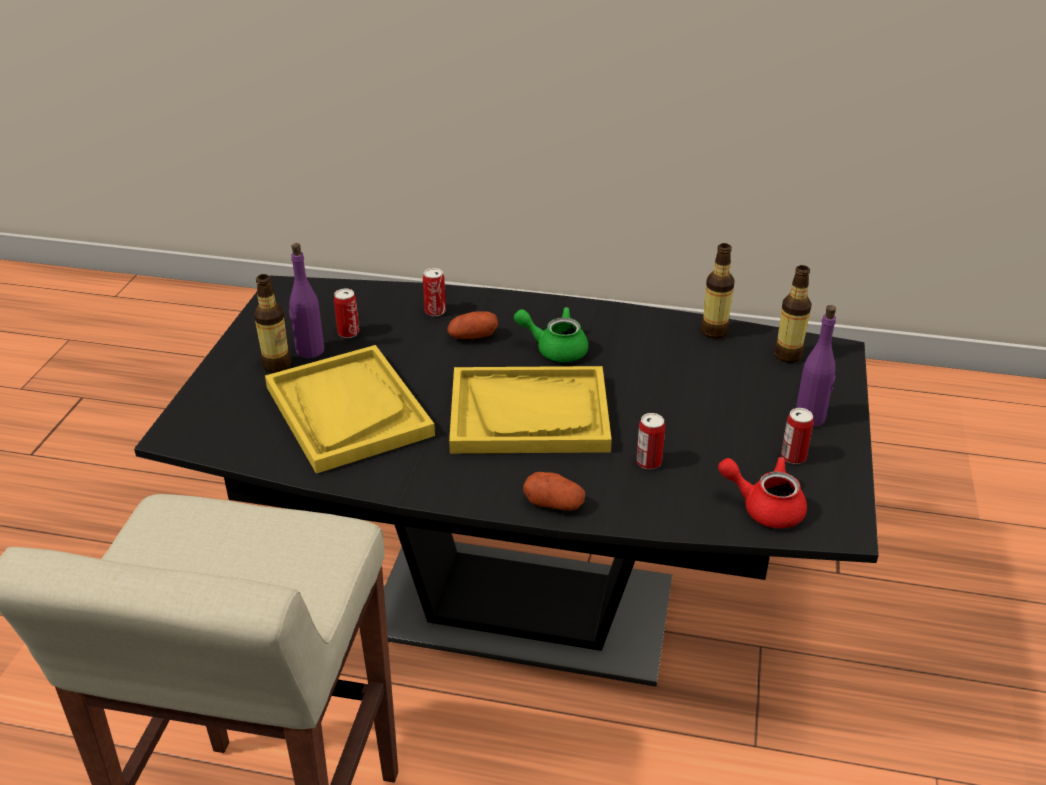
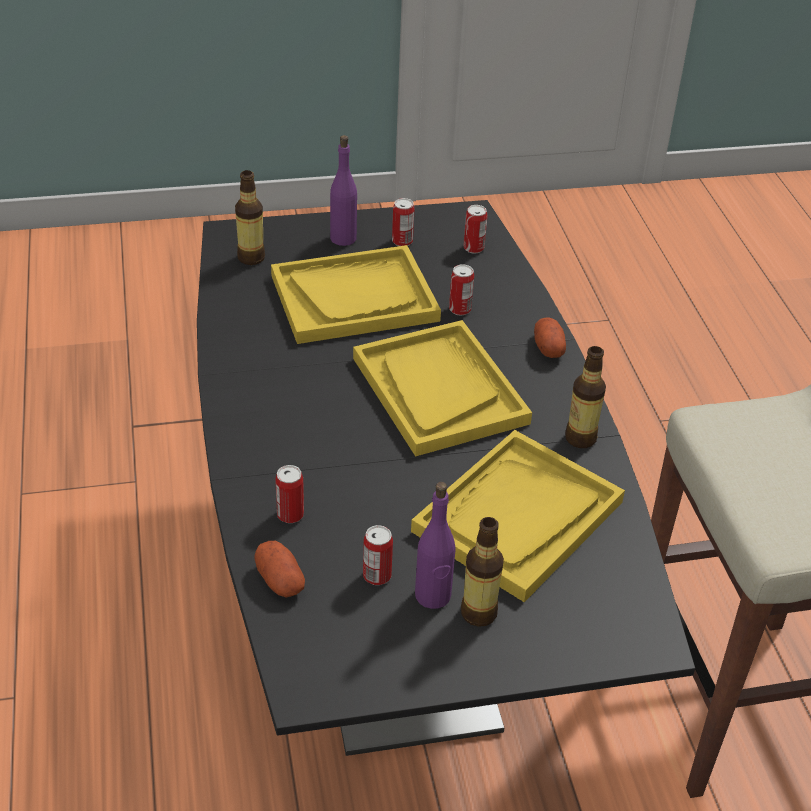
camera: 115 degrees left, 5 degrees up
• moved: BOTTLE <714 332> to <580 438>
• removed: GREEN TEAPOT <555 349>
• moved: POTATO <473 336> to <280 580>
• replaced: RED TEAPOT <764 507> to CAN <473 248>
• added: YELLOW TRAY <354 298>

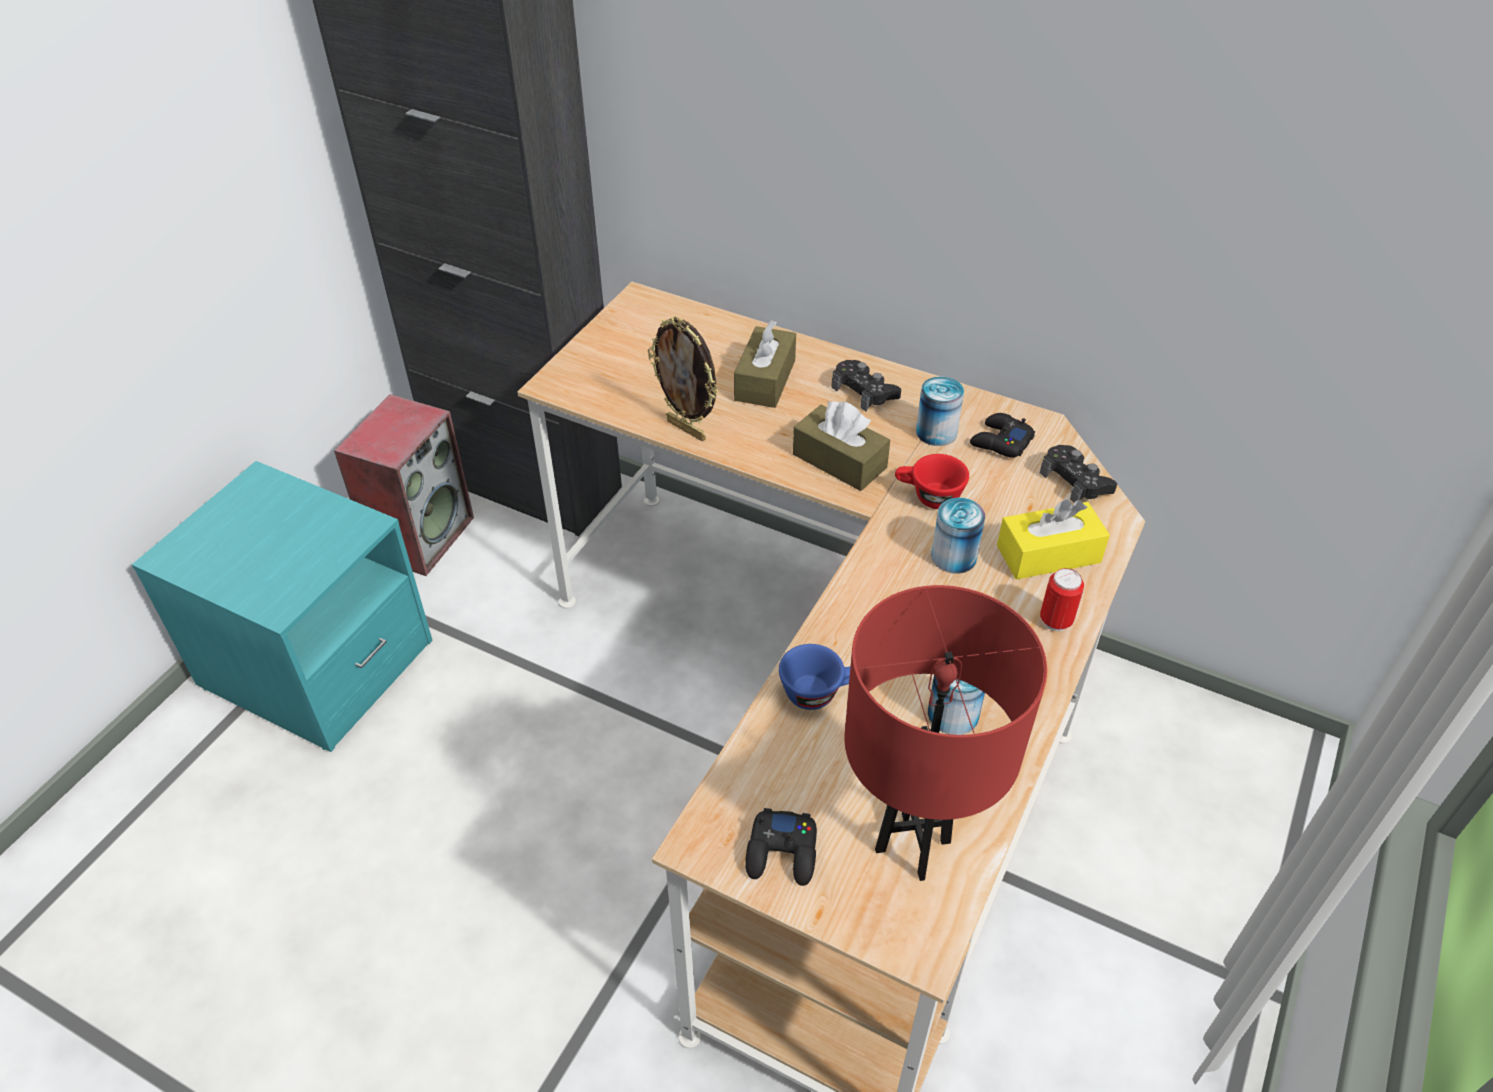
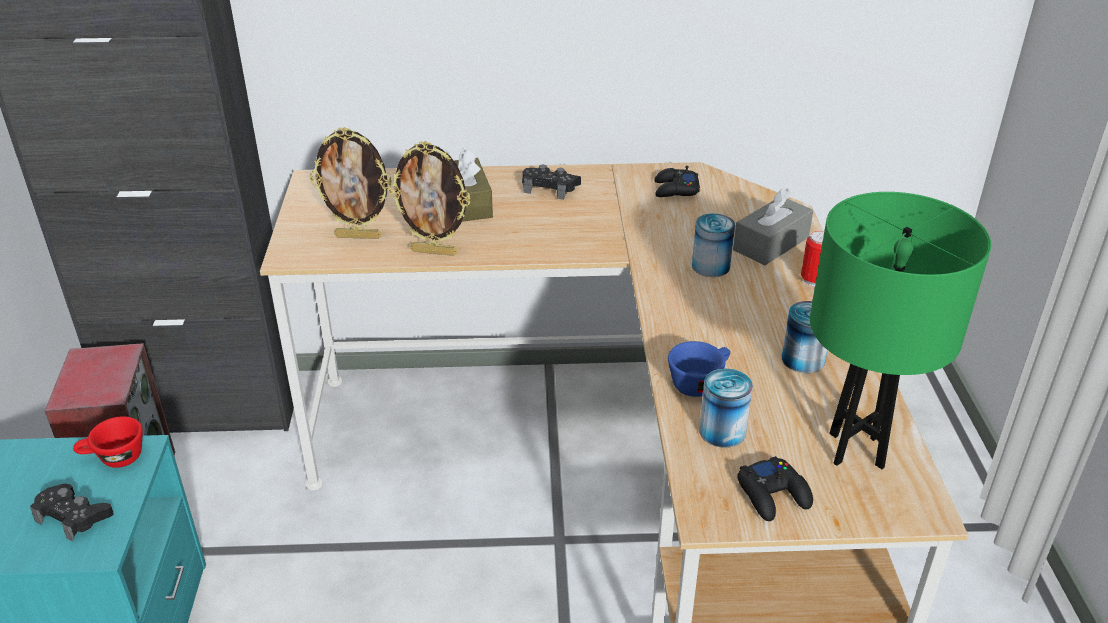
camera: 30 degrees left, 10 degrees down
• moved: CAN <936 432> to <722 431>
• removed: BROWN TISSUE BOX <839 461>
• moved: BLACK GAME CONTROLLER <1075 481> to <73 516>
• moved: RED CUP <928 497> to <114 459>
• recoloured: YELLOW TISSUE BOX <1048 554> to GREY TISSUE BOX <771 244>
• recoloured: RED TABLE LAMP <913 845> to GREEN TABLE LAMP <856 449>
• added: PICTURE FRAME <359 236>

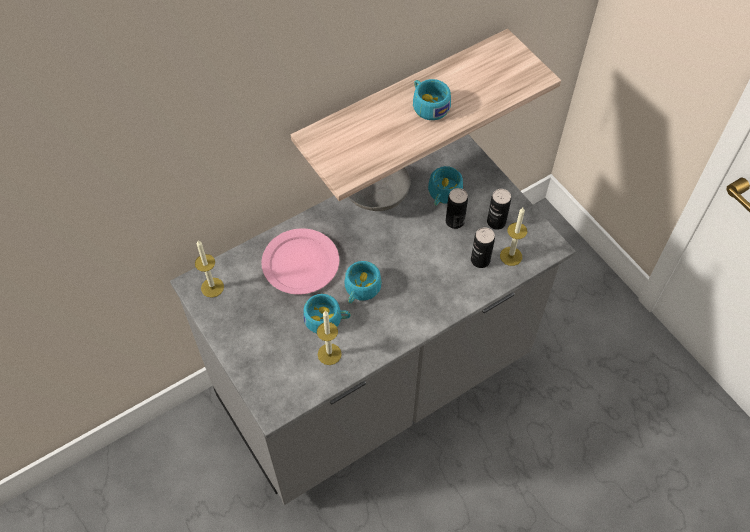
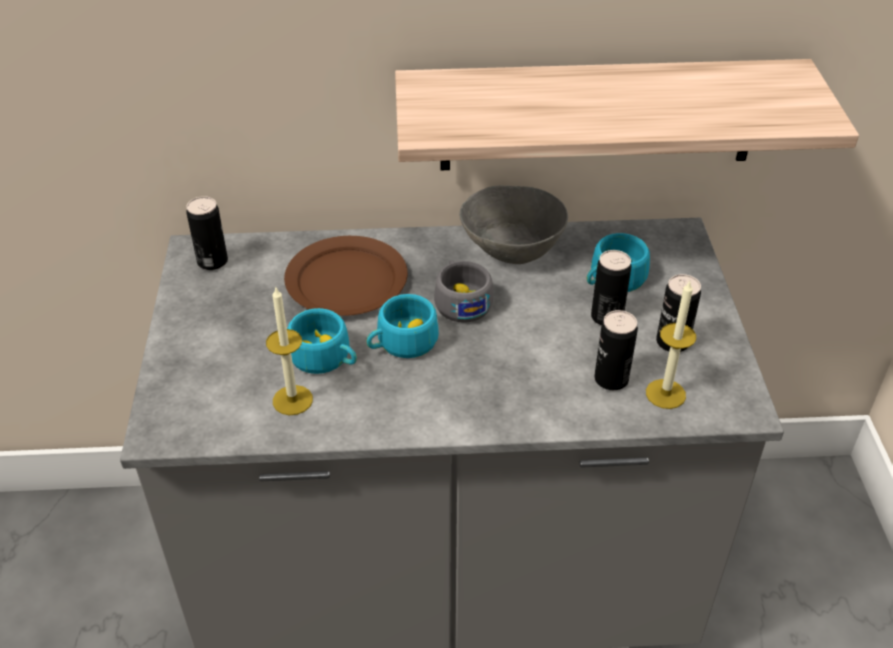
camera: 30 degrees right, 15 degrees down
• removed: TURQUOISE CUP <428 105>
• recoloured: PINK PLATE <301 263> to BROWN PLATE <347 280>
• replaced: CANDLE <212 287> to CAN <212 261>
• added: GREY CUP <461 301>

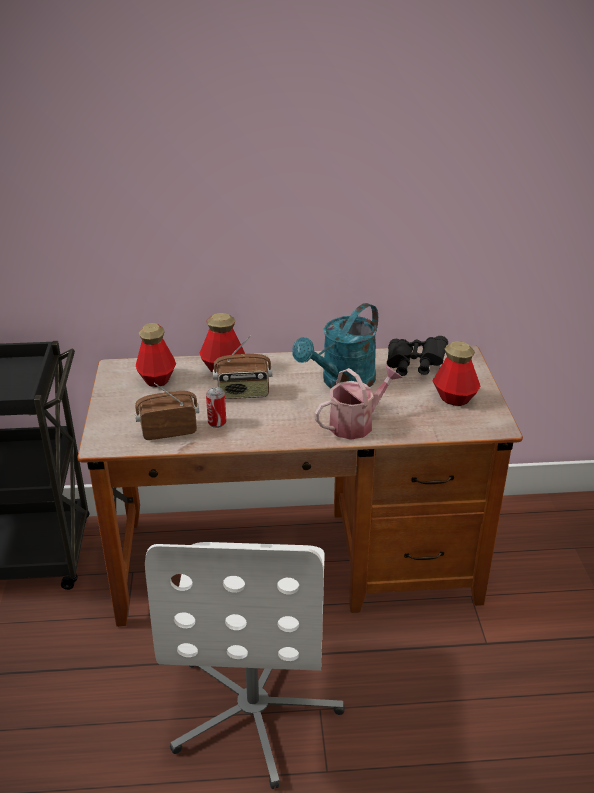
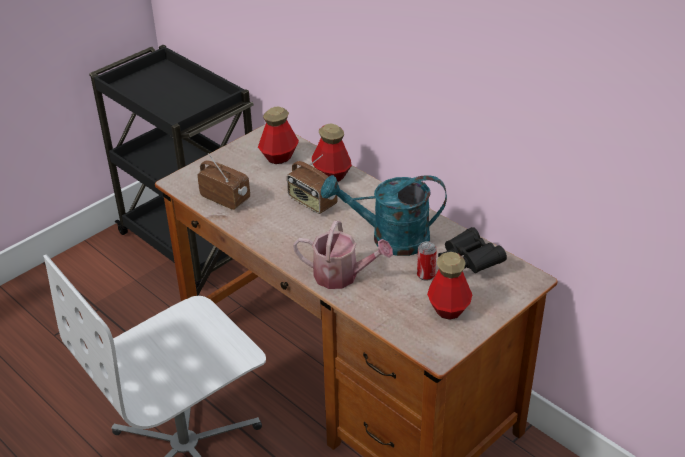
camera: 50 degrees right, 5 degrees up
• moved: CAN <217 423> to <425 275>

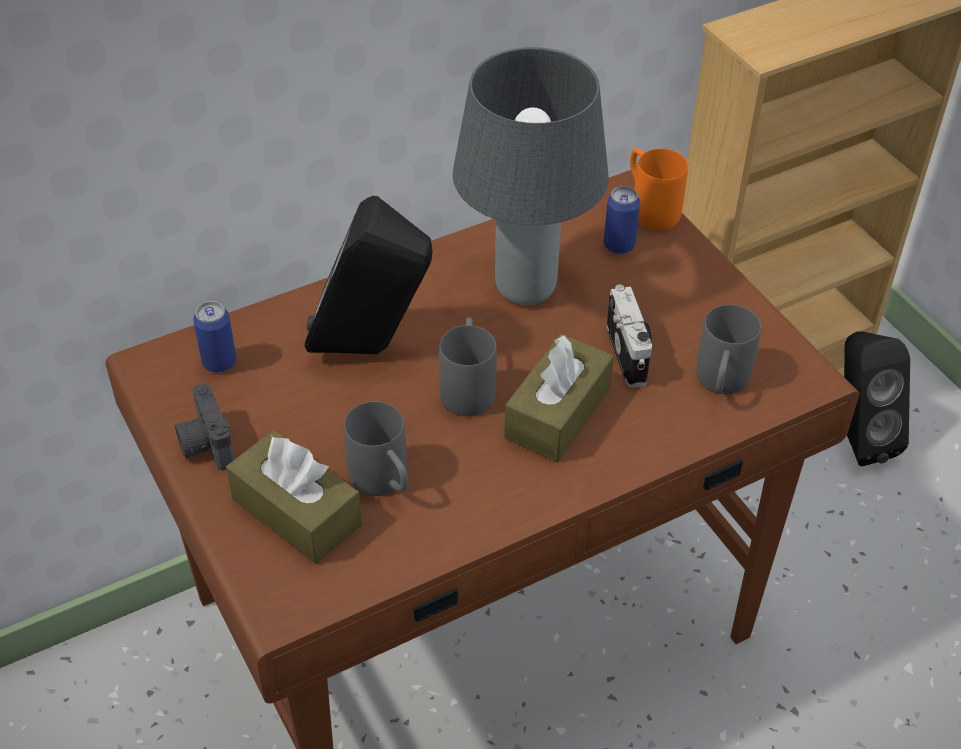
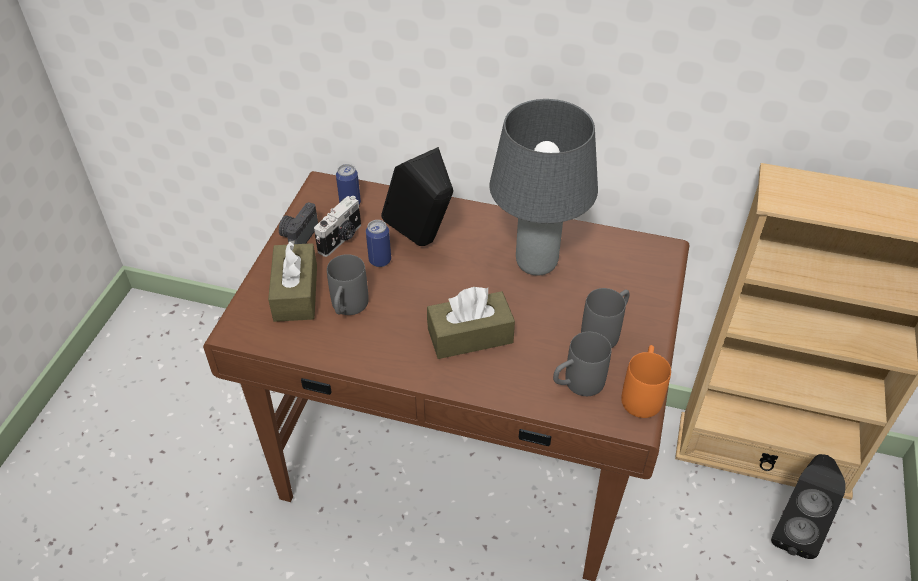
camera: 45 degrees right, 0 degrees up
• moved: ORANGE MUG <649 208> to <642 393>
• moved: CAN <619 245> to <380 260>
• moved: PHOTO CAMERA <629 353> to <341 239>
• moved: GREY MUG <468 386> to <605 331>

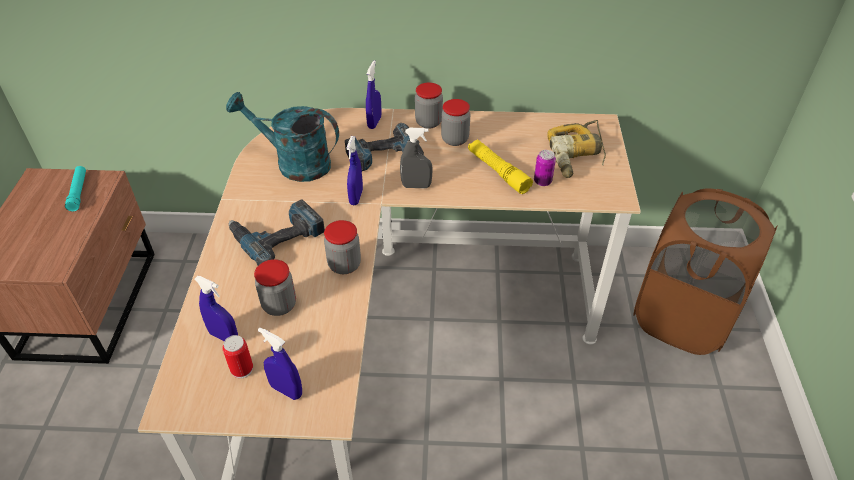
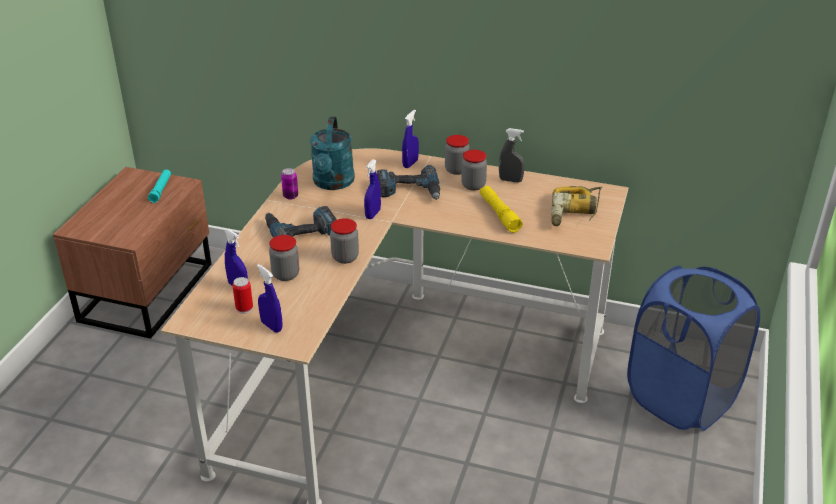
camera: 15 degrees right, 10 degrees down
• turned: TURQUOISE WATERING CAN <294 163> = <332 183> 120 degrees counterclockwise
• moved: GREY SPRAY BOTTLE <416 186> to <510 180>
• moved: CAN <542 181> to <290 196>
• recoloured: BROWN LAUNDRY BASKET <682 318> to BLUE LAUNDRY BASKET <681 398>

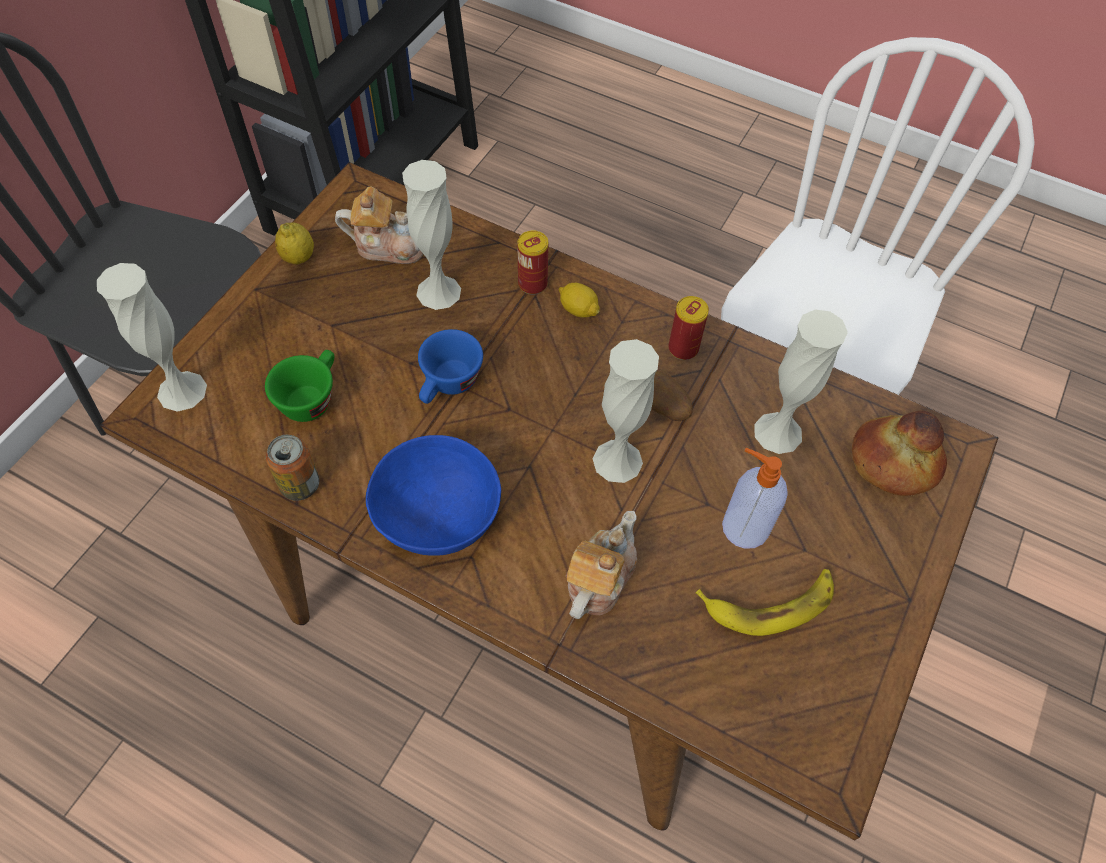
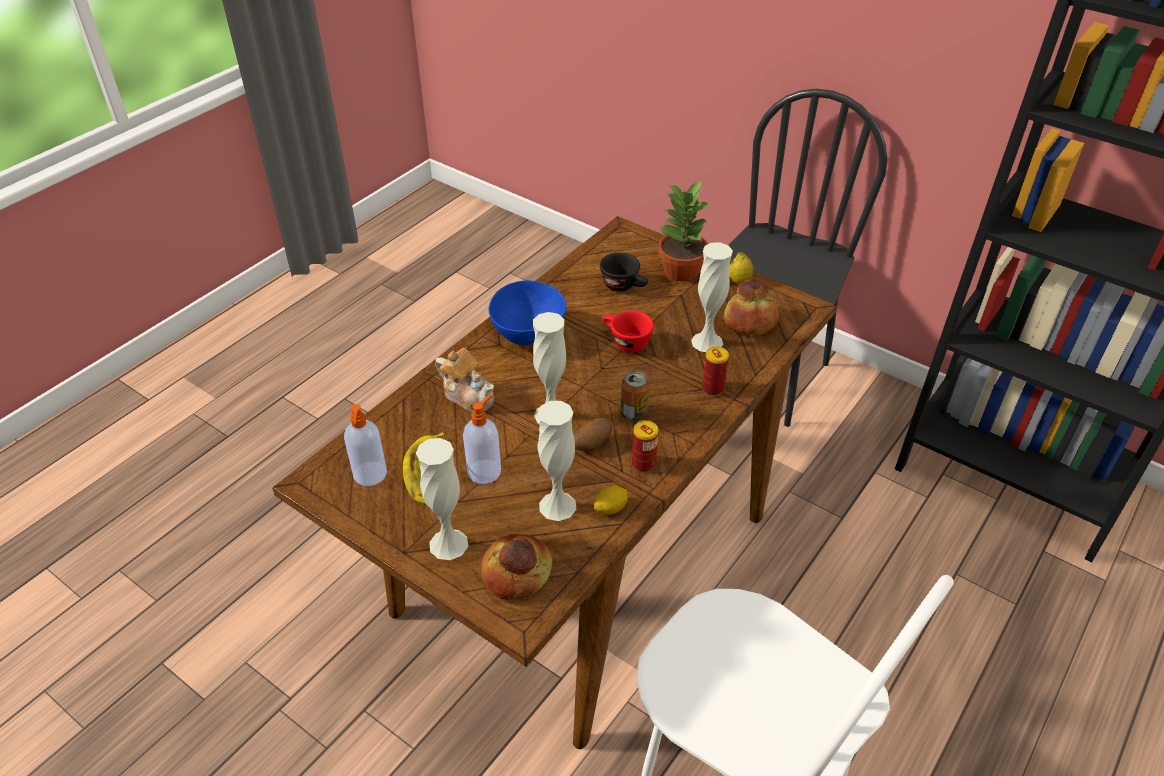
camera: 100 degrees right, 15 degrees down
• replaced: TEAPOT <389 246> to BREAD <751 321>
• moved: WHITE VASE <182 391> to <448 544>
• moved: LEMON <578 309> to <611 508>
• recoloured: BLUE CUP <448 385> to RED CUP <625 342>
• recoloured: GREEN CUP <311 397> to BLACK CUP <624 286>
• moved: CAN <300 485> to <633 413>
• added: POTTED PLANT <680 271>
• added: SOAP DISPENSER <370 475>

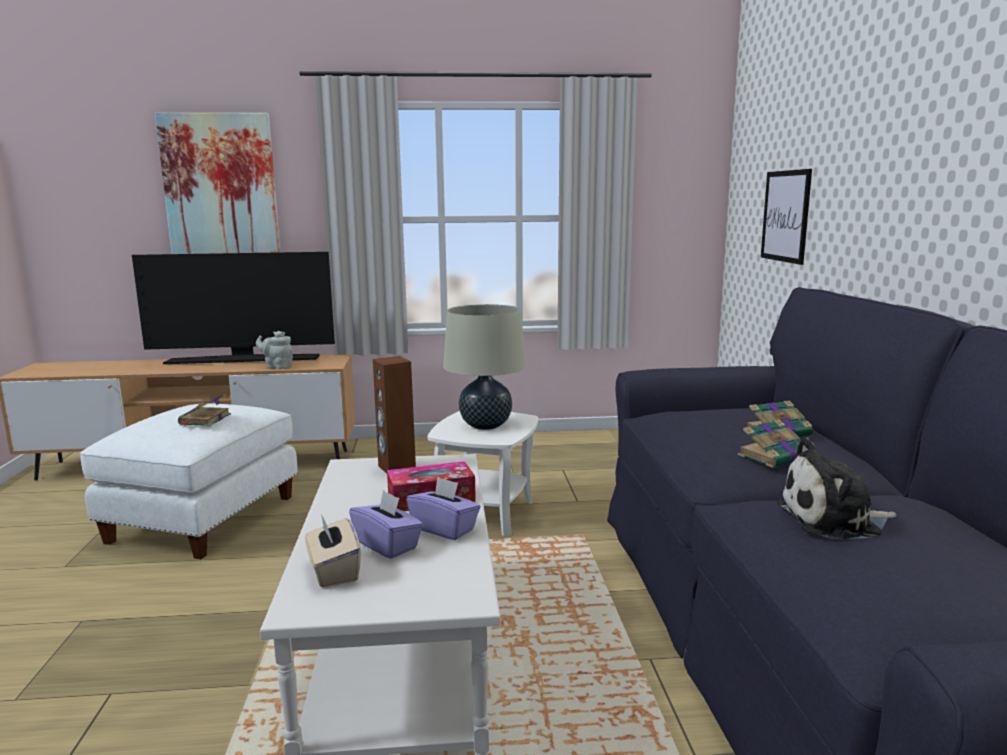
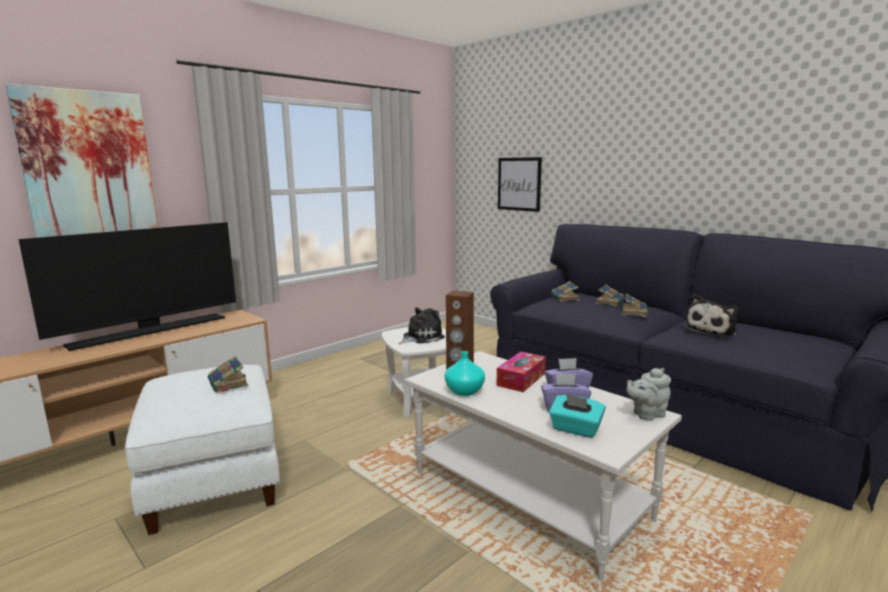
camera: 40 degrees left, 0 degrees up
• replaced: BEIGE TABLE LAMP <485 426> to PLUSH TOY <421 337>
• moved: GREY TEAPOT <277 366> to <646 414>
• recoloured: BEIGE TISSUE BOX <333 571> to TURQUOISE TISSUE BOX <575 429>
• added: BOOK <565 298>
• added: TURQUOISE VASE <465 391>

